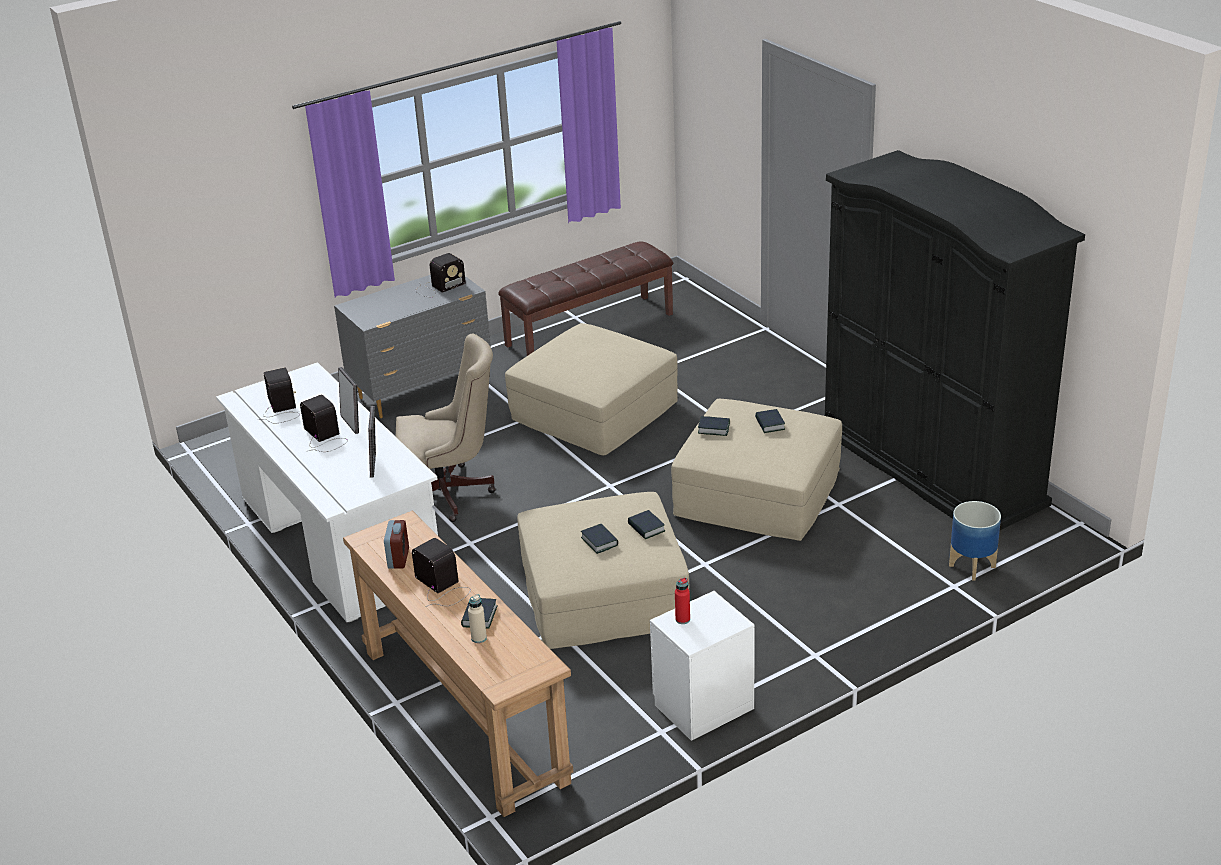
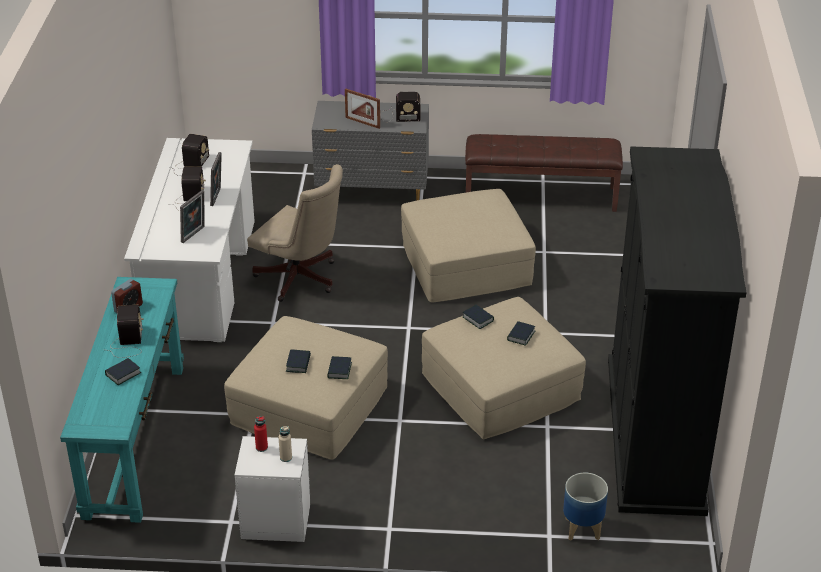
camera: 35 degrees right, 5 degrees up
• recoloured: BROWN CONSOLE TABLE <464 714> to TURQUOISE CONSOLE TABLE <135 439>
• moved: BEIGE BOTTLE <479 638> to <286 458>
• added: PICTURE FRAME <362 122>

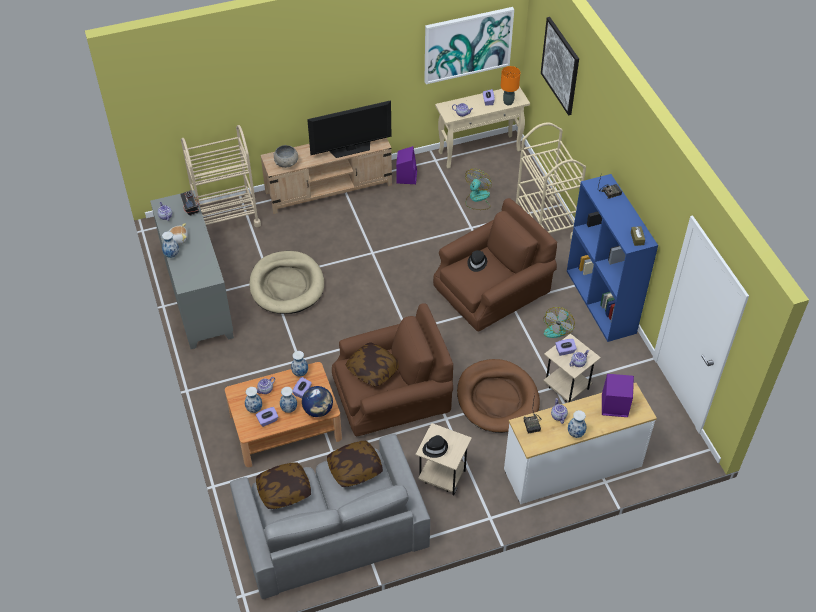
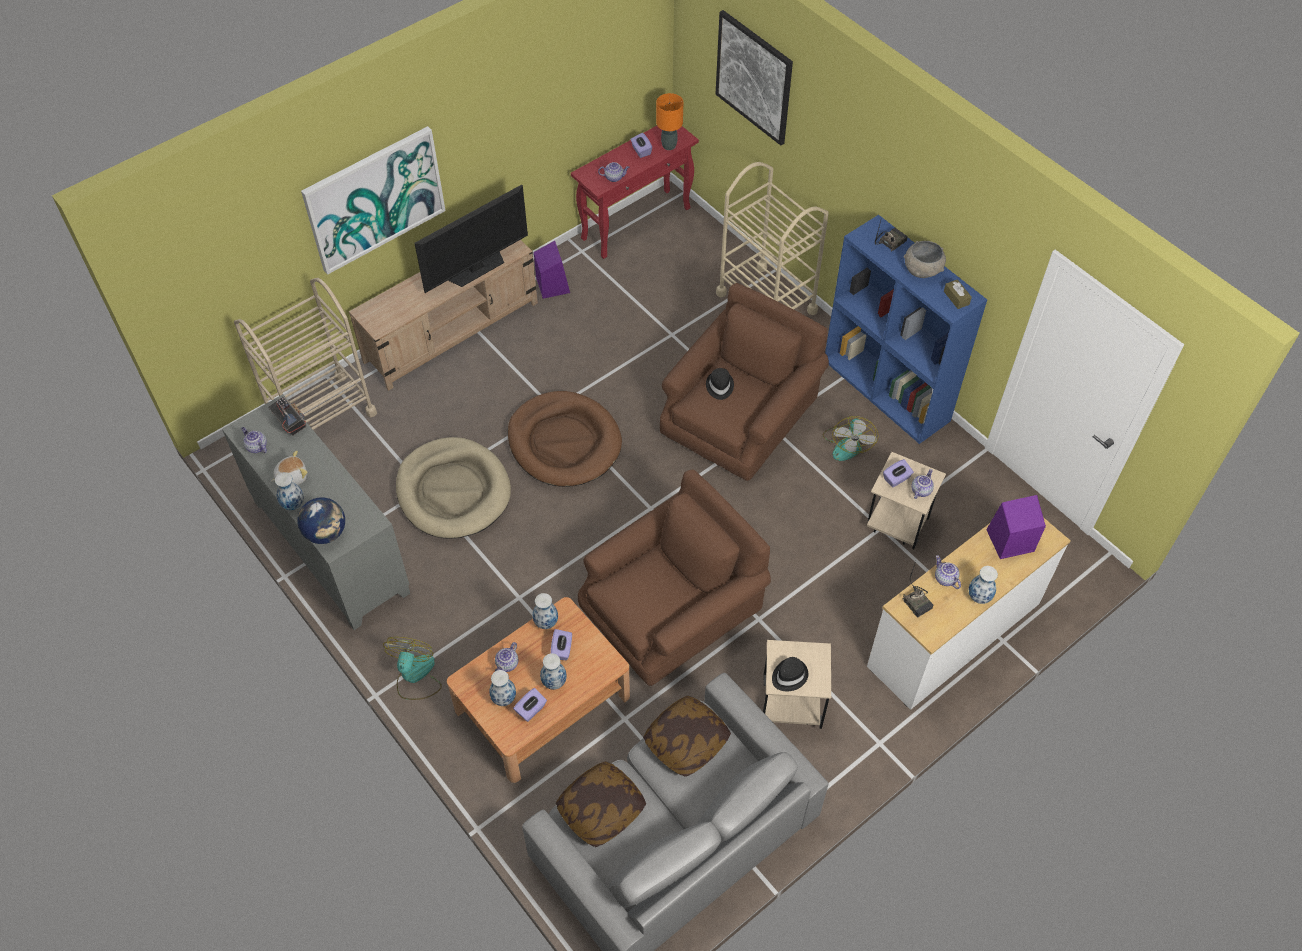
camera: 20 degrees left, 5 degrees up
• moved: PICTURE <467 44> to <375 199>
• recoloured: BEIGE CONSOLE TABLE <480 151> to RED CONSOLE TABLE <636 223>
• moved: GREY BOWL <286 163> to <922 270>
• moved: FAN <477 199> to <415 676>
• removed: PILLOW <373 370>
• moved: BROWN DOG BED <497 398> to <564 442>
• moved: GLOBE <318 410> to <326 533>

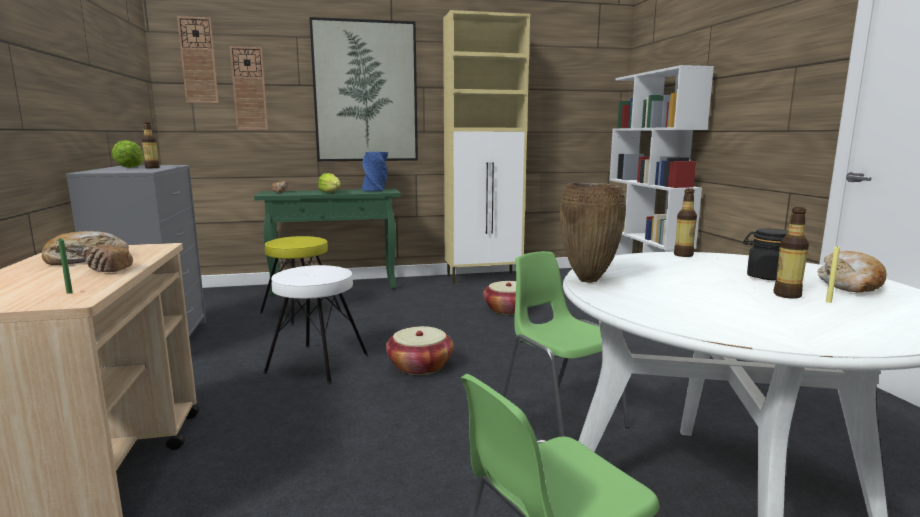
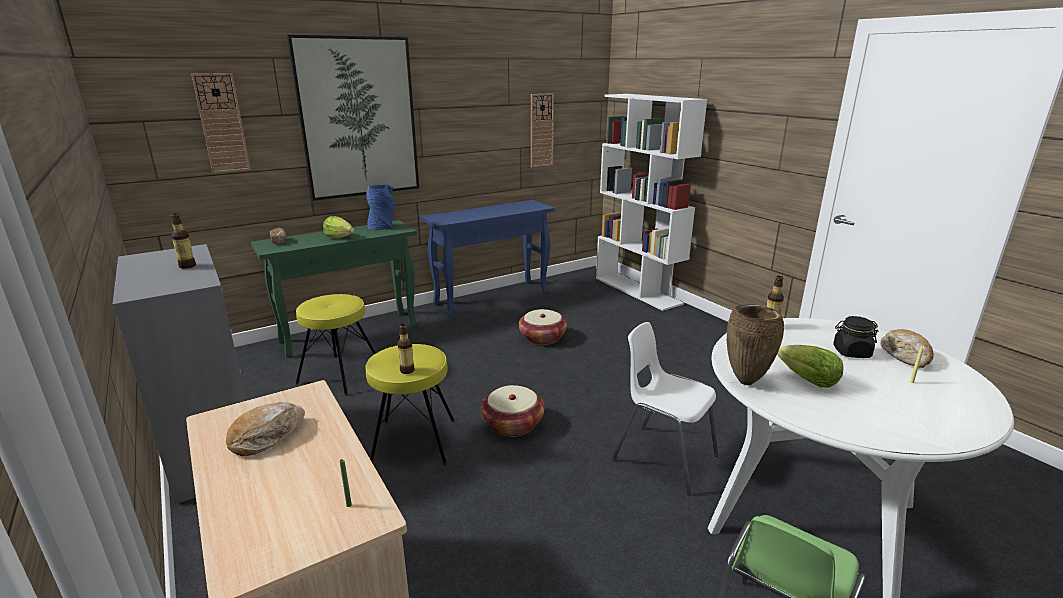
camera: 20 degrees left, 10 degrees up
• replaced: BEIGE CABINET <484 277> to BLUE CONSOLE TABLE <492 297>
• moved: WALL CLOCK <198 60> to <541 130>
• moved: LETTUCE <130 167> to <808 380>
• moved: BOTTLE <787 295> to <407 371>
• removed: BREAD <107 270>
• recoloured: GREEN CHAIR <560 418> to WHITE CHAIR <663 457>
• recoloured: WHITE STOOL <317 364> to YELLOW STOOL <413 442>

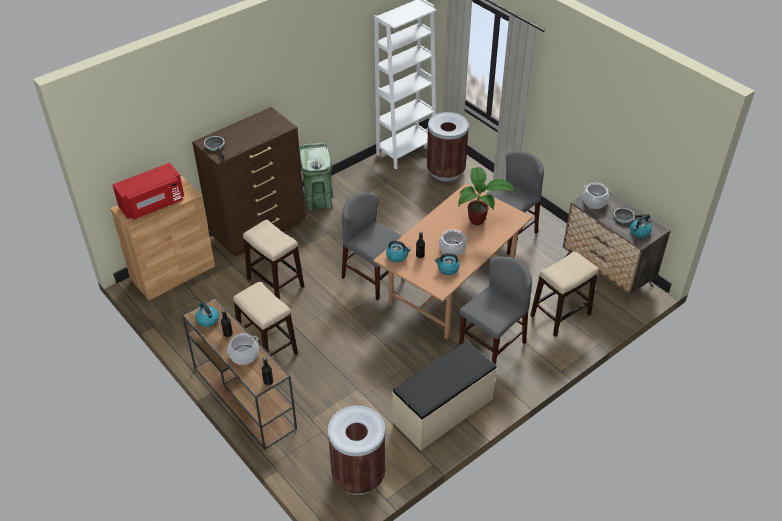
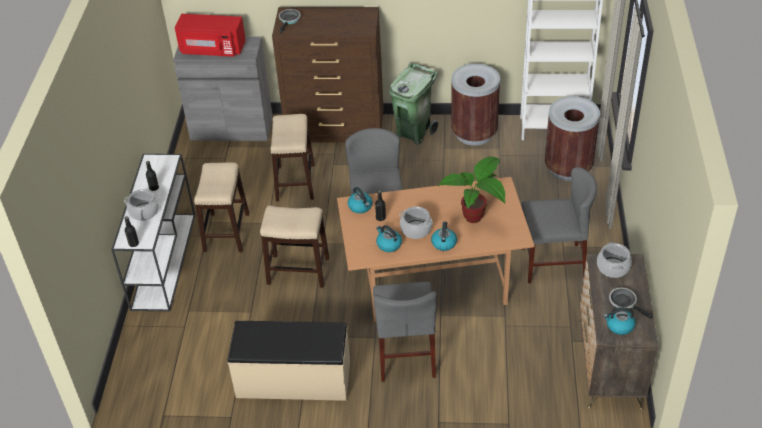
camera: 45 degrees right, 0 degrees up
• recoloured: BROWN CABINET <173 272> to GREY CABINET <231 128>
• moved: STOOL <560 315> to <297 271>
• turned: GREY CHAIR <492 345> = <406 354> 90 degrees clockwise
• recoloured: BROWN CONSOLE TABLE <243 397> to WHITE CONSOLE TABLE <164 259>
• moved: KETTLE <207 319> to <443 243>
• moved: BROWN TRASH CAN <358 476> to <473 133>

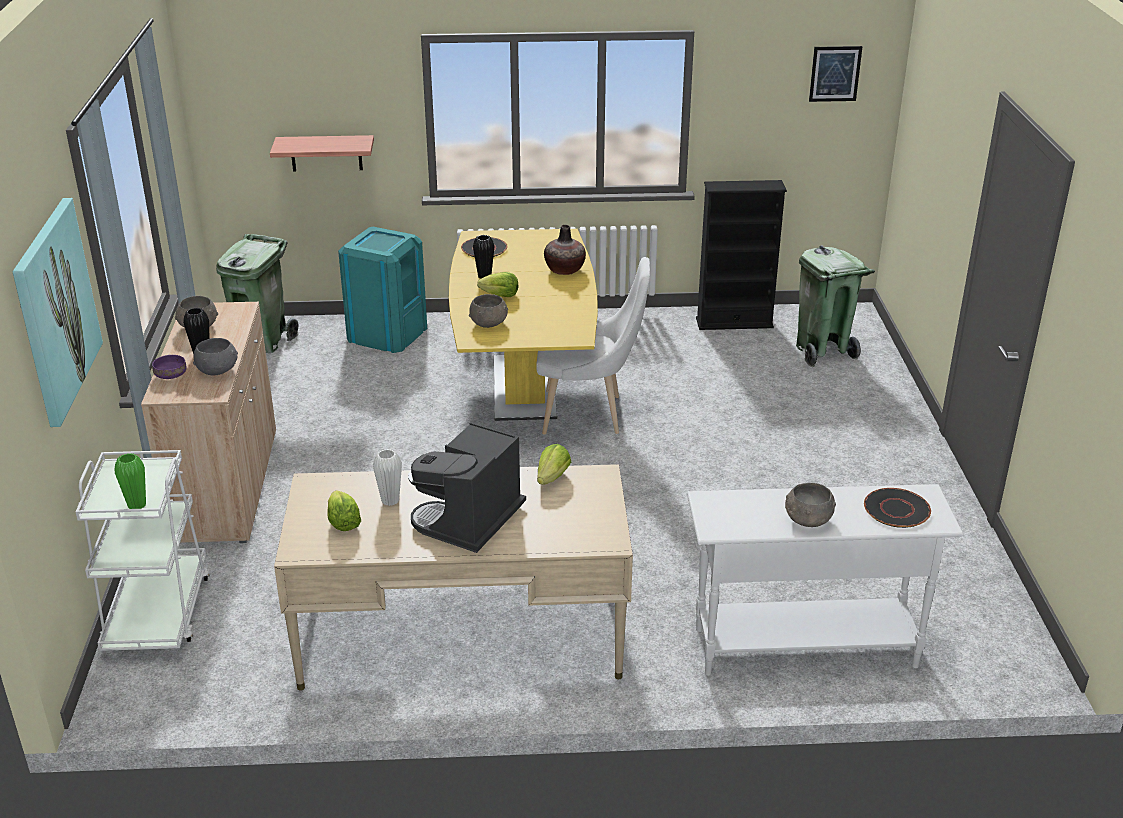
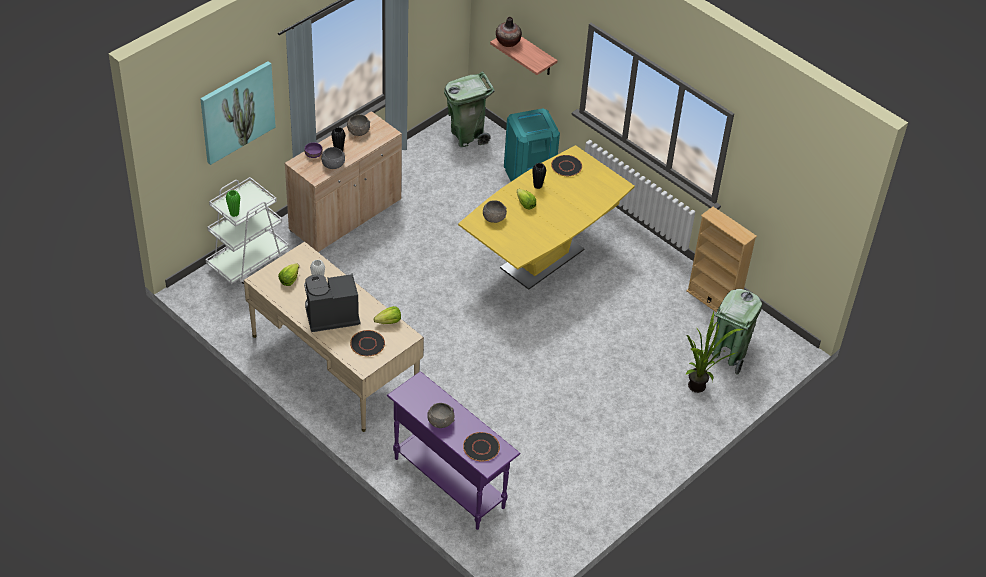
camera: 45 degrees right, 15 degrees up
• removed: PICTURE <835 73>
• recoloured: BLACK BOOKCASE <734 323> to BEIGE BOOKCASE <713 301>
• moved: VASE <564 270> to <508 42>
• removed: WHITE CHAIR <589 414>
• recoloured: WHITE CONSOLE TABLE <804 647> to PURPLE CONSOLE TABLE <449 482>
• added: POTTED PLANT <700 389>
• added: BLACK PLATE <367 344>

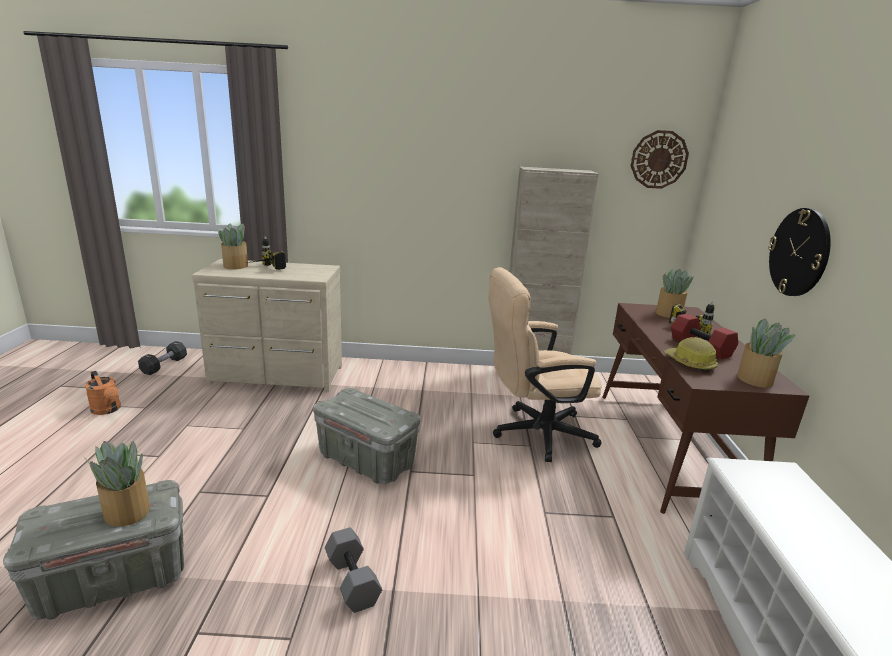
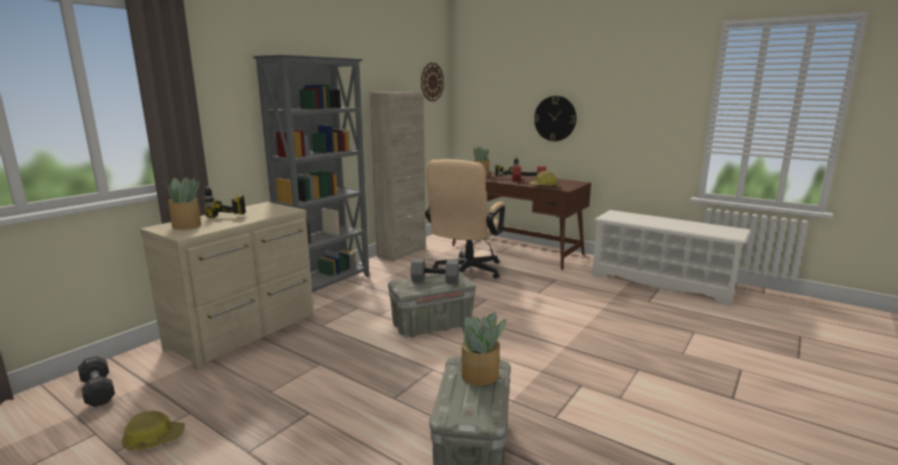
camera: 55 degrees left, 5 degrees down
• removed: POTTED PLANT <755 378>
• replaced: ORANGE WATERING CAN <108 410> to HARD HAT <153 439>
• moved: GREY DUMBBELL <351 580> to <434 280>
• added: GREY BOOKCASE <328 285>

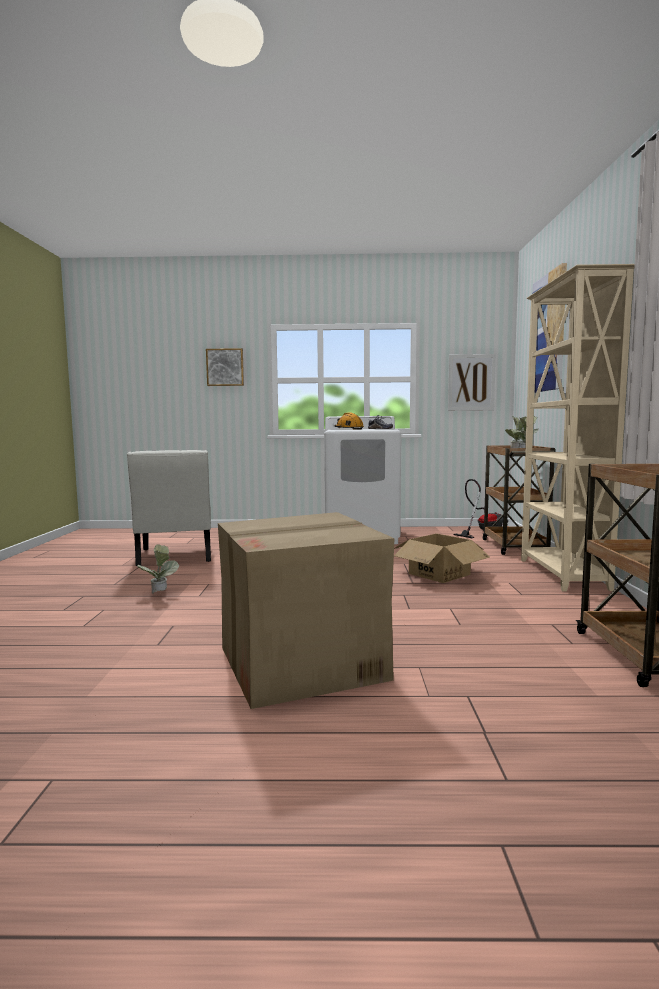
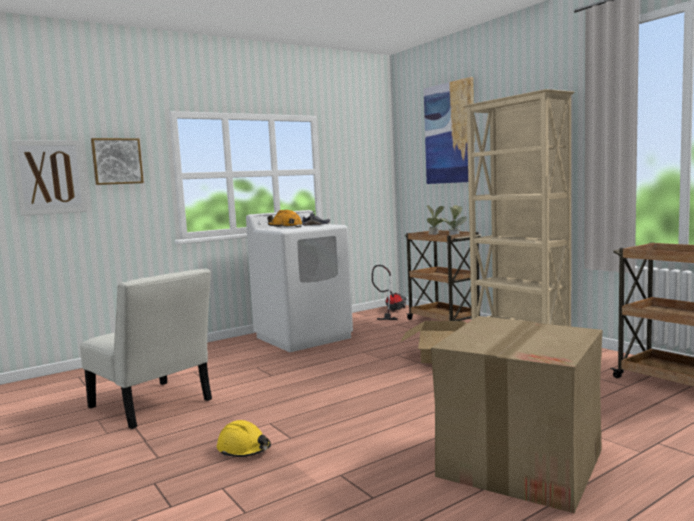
camera: 35 degrees left, 0 degrees up
• moved: PICTURE <471 382> to <50 177>
• replaced: POTTED PLANT <160 594> to YELLOW HARD HAT <244 449>

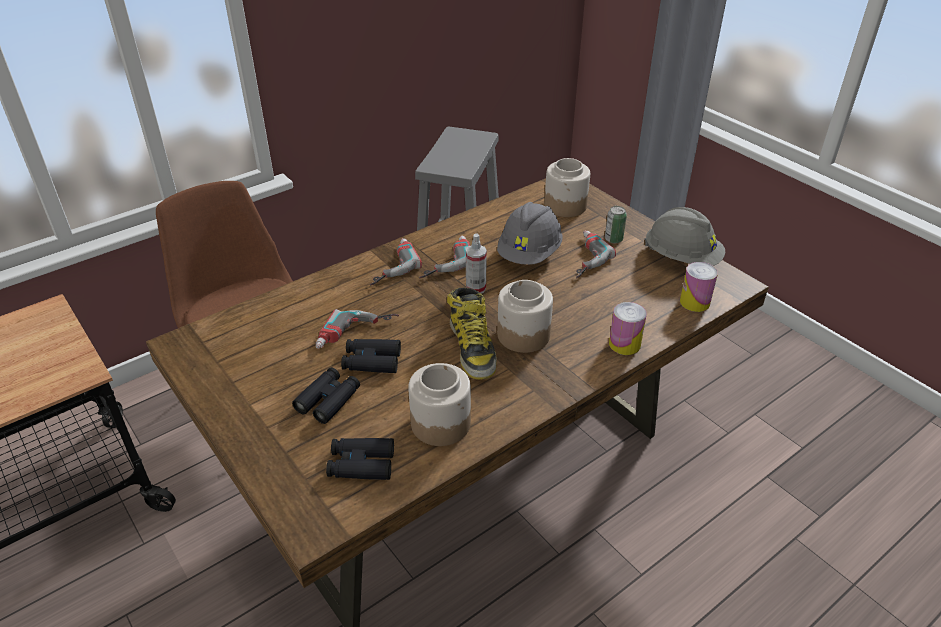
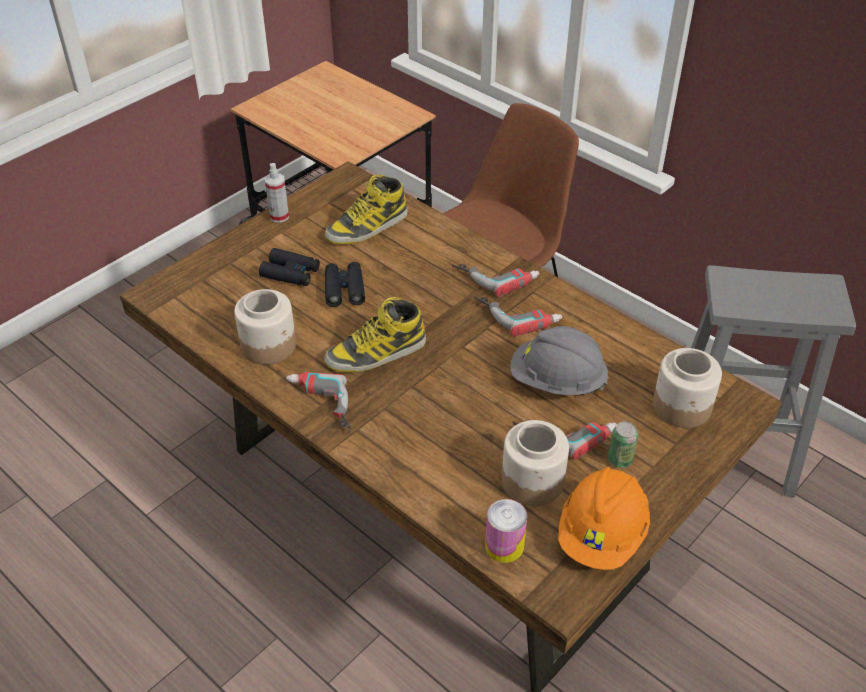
camera: 80 degrees right, 5 degrees up
• recoloured: GREY HARD HAT <682 258> to ORANGE HARD HAT <602 535>
• moved: SPRAY BOTTLE <475 288> to <279 216>
• moved: JAR <523 335> to <533 481>
• removed: CAN <624 344>
• moved: POWER DRILL <357 335> to <318 407>
• removed: BLACK BINOCULARS <361 464>
• added: BOOT <367 227>

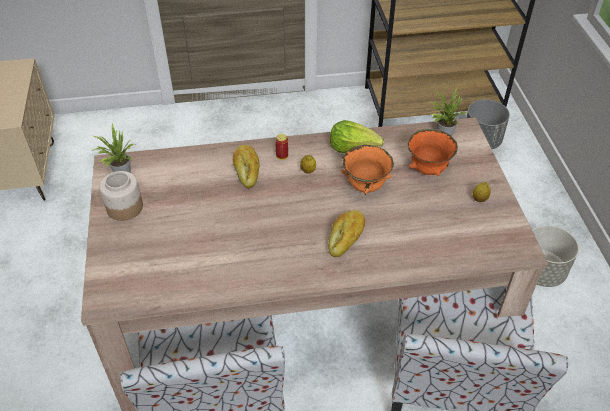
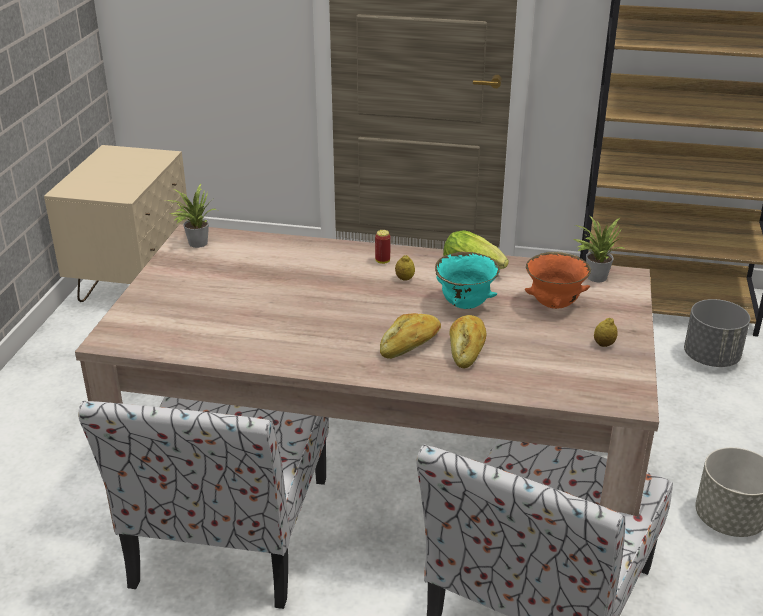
camera: 20 degrees right, 15 degrees down
• moved: BREAD <246 170> to <467 349>
• recoloured: ORANGE BOWL <365 186> to TURQUOISE BOWL <464 305>
• removed: JAR <124 207>

